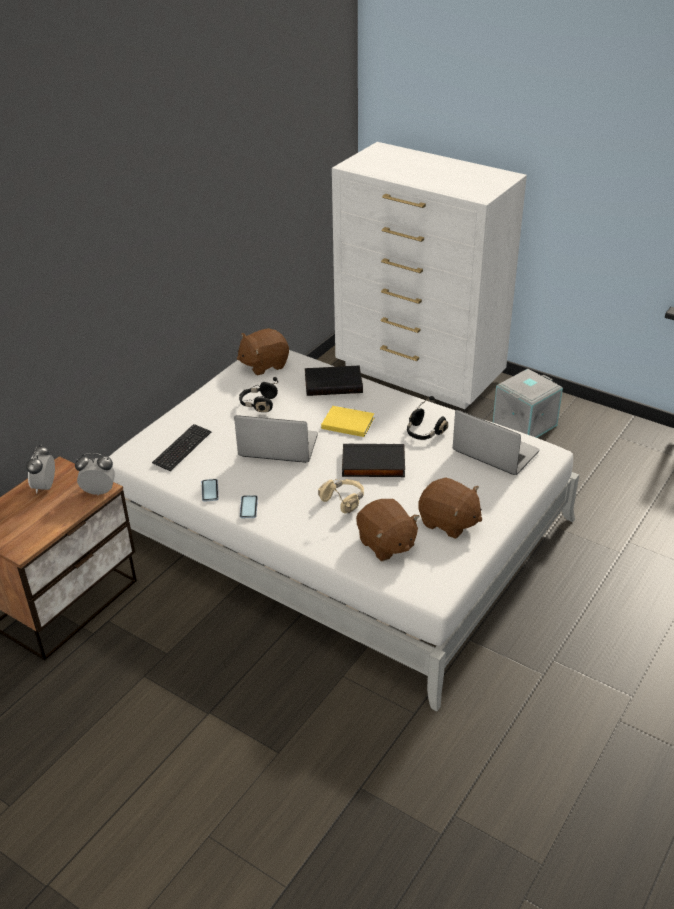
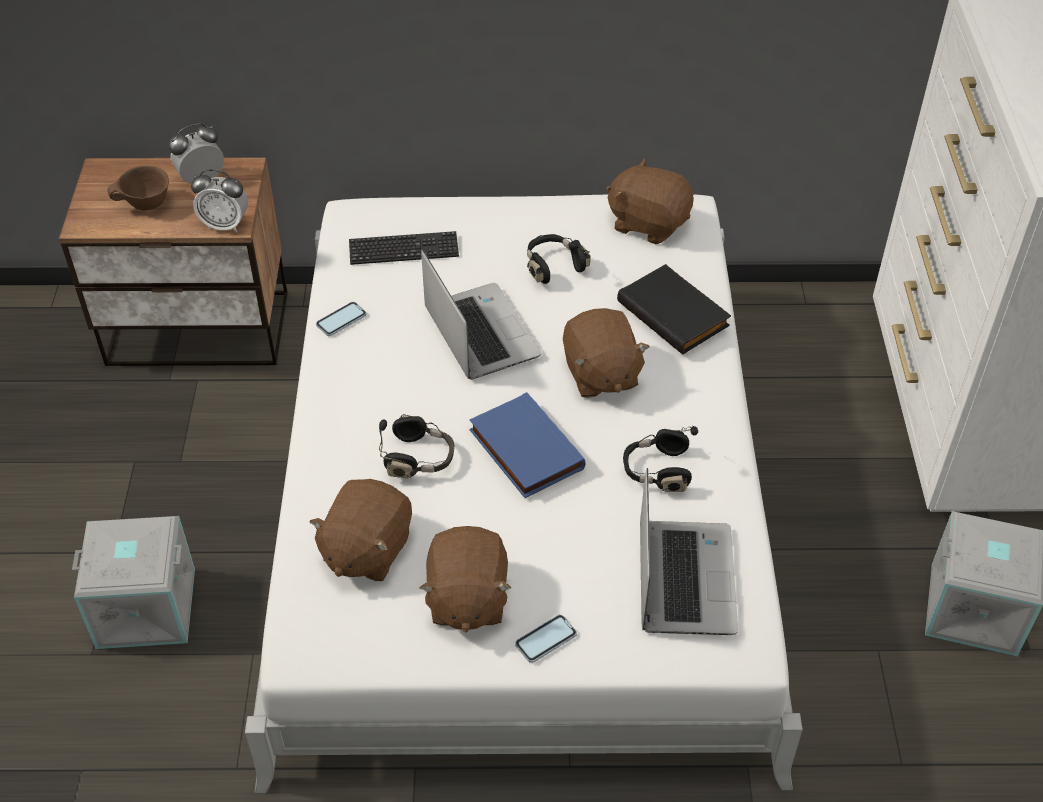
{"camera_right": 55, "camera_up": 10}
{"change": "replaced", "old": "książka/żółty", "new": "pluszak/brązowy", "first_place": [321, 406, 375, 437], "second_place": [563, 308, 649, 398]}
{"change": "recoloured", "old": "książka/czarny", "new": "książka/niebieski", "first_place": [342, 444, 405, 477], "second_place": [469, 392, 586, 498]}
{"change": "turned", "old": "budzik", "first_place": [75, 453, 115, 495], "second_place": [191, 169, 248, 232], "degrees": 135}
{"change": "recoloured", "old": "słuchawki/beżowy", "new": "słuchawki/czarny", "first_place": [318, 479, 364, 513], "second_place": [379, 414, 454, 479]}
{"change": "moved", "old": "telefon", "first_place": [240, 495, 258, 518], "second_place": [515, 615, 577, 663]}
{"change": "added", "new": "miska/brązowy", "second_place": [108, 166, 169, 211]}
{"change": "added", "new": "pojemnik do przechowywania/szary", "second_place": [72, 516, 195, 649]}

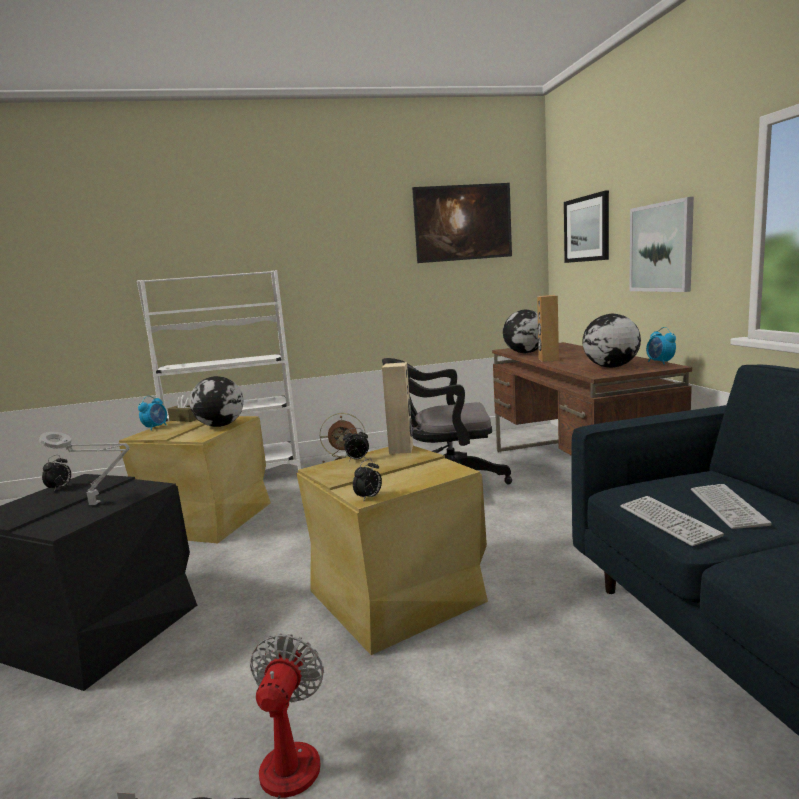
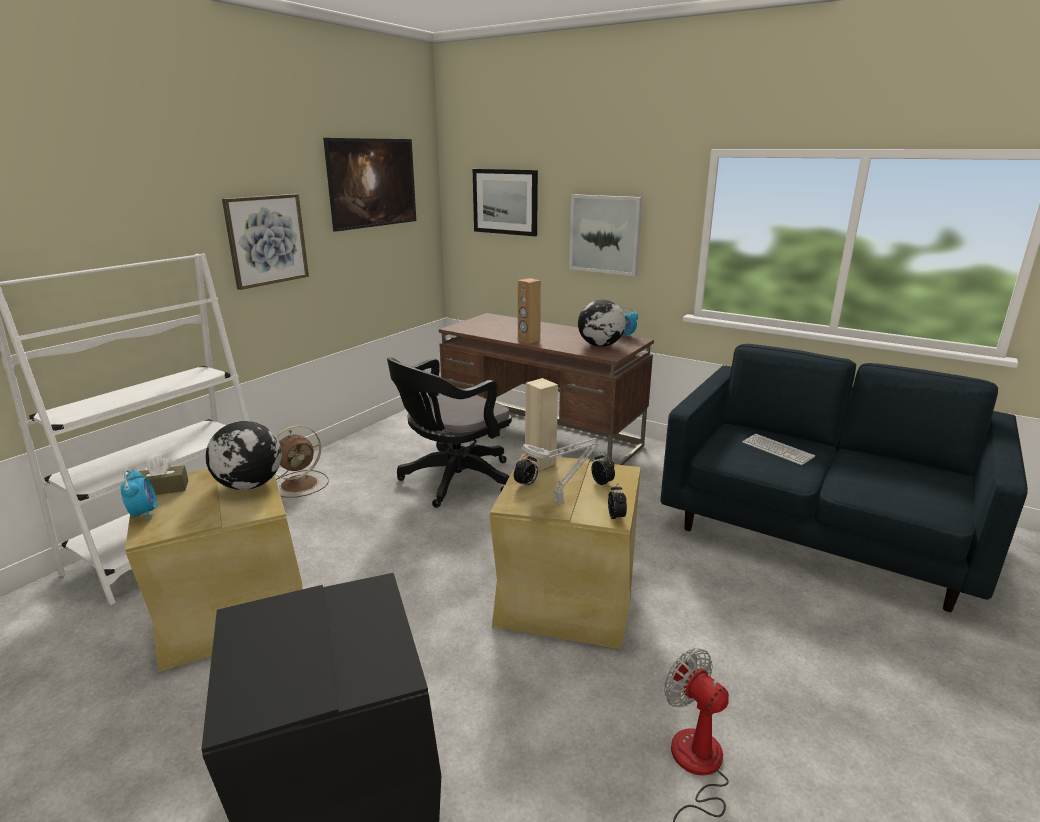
{"camera_right": -45, "camera_up": 10}
{"change": "removed", "old": "globus", "first_place": [503, 310, 538, 353]}
{"change": "moved", "old": "lampa stołowa/szary", "first_place": [39, 432, 130, 505], "second_place": [522, 438, 599, 504]}
{"change": "moved", "old": "budzik", "first_place": [42, 455, 71, 492], "second_place": [591, 452, 615, 486]}
{"change": "removed", "old": "klawiatura", "first_place": [620, 496, 724, 546]}
{"change": "added", "new": "obraz", "second_place": [222, 194, 309, 290]}

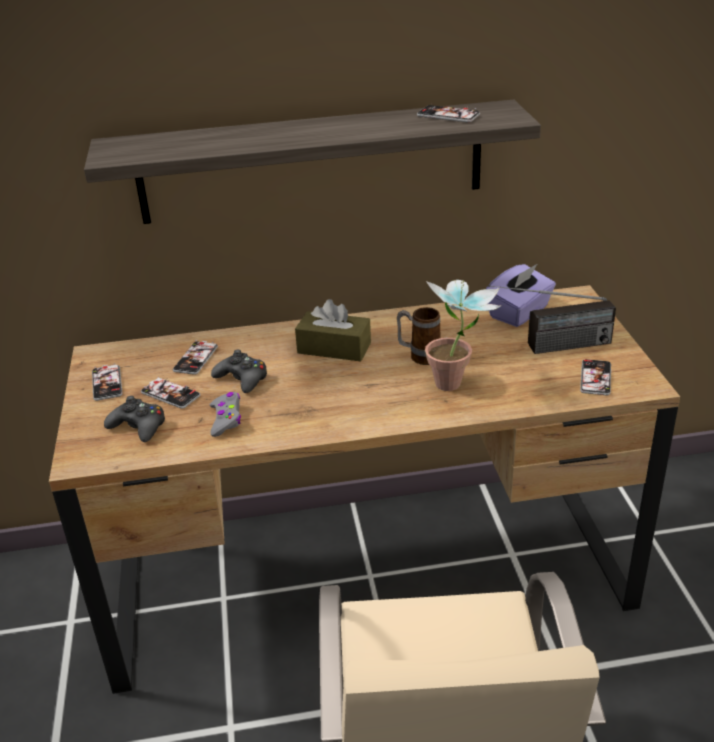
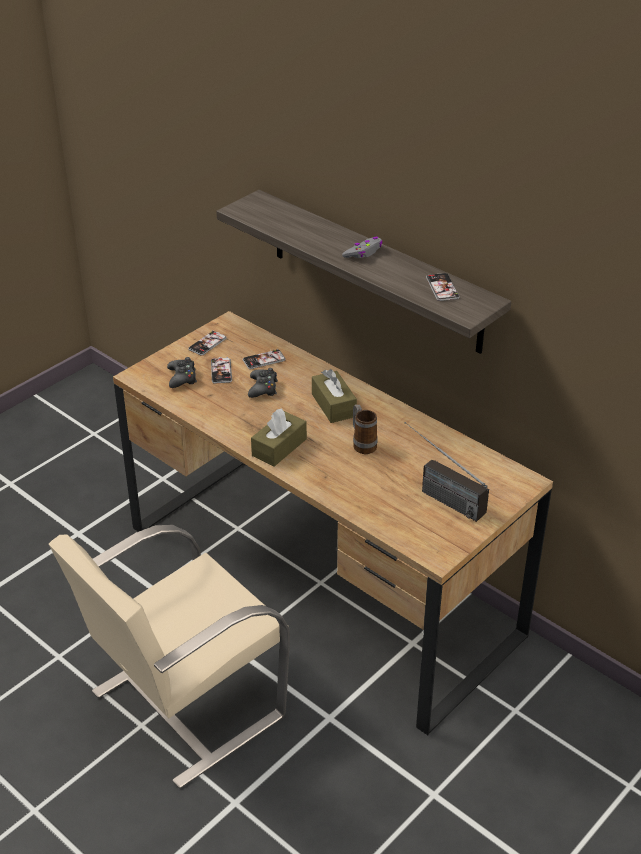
{"camera_right": 50, "camera_up": 5}
{"change": "removed", "old": "pudełko chusteczek/fioletowy", "first_place": [486, 264, 556, 327]}
{"change": "removed", "old": "roślina doniczkowa", "first_place": [425, 280, 502, 391]}
{"change": "removed", "old": "telefon", "first_place": [580, 359, 611, 395]}
{"change": "moved", "old": "pad do gier/szary", "first_place": [210, 392, 241, 437], "second_place": [342, 237, 383, 258]}
{"change": "added", "new": "pudełko chusteczek/brązowy", "second_place": [251, 409, 307, 467]}

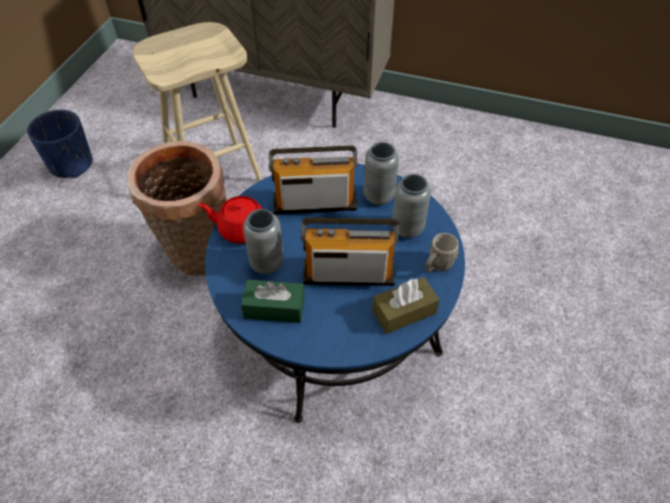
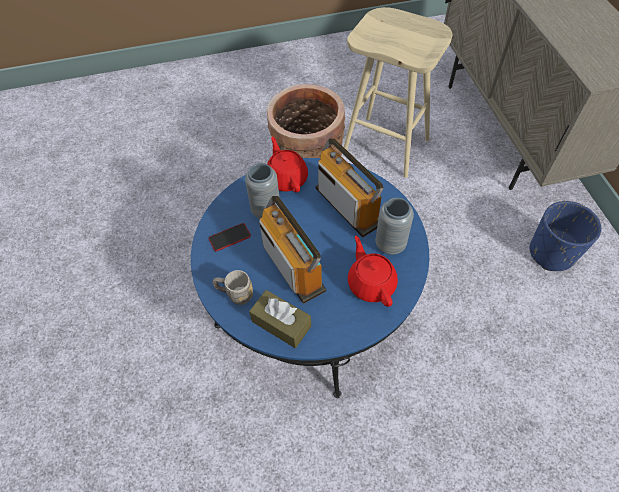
{"camera_right": 60, "camera_up": 5}
{"change": "moved", "old": "donica/niebieski", "first_place": [27, 110, 93, 178], "second_place": [530, 201, 602, 271]}
{"change": "replaced", "old": "wazon/szary", "new": "imbryk/czerwony", "first_place": [392, 174, 431, 238], "second_place": [348, 236, 398, 307]}
{"change": "moved", "old": "kubek/szary", "first_place": [425, 233, 459, 272], "second_place": [212, 270, 253, 305]}
{"change": "replaced", "old": "pudełko chusteczek/zielony", "new": "telefon", "first_place": [241, 280, 305, 323], "second_place": [209, 223, 251, 251]}

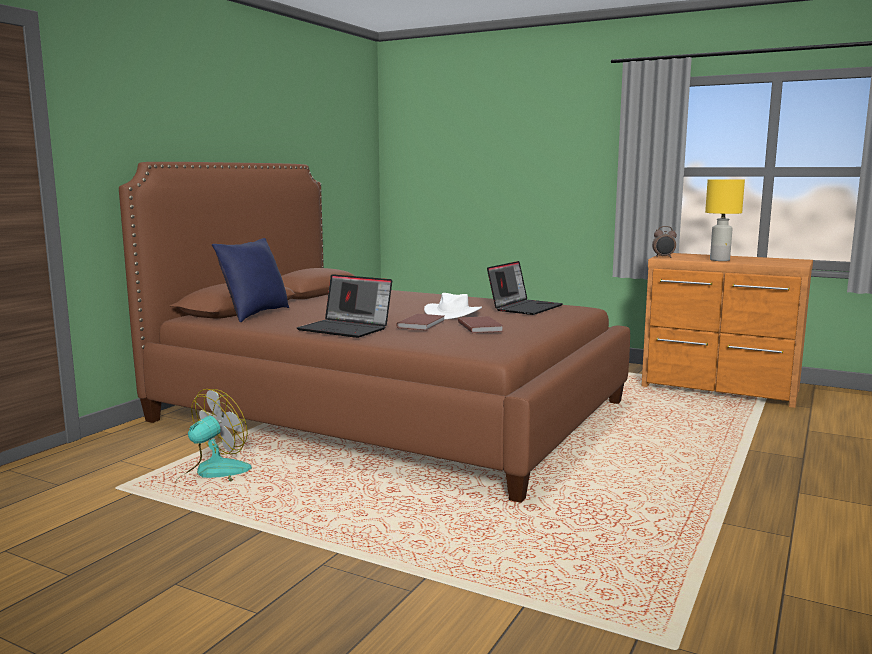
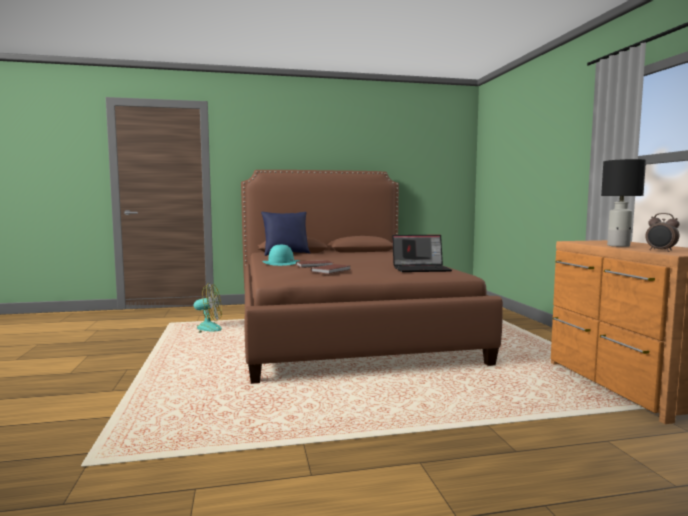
{"camera_right": 50, "camera_up": -5}
{"change": "recoloured", "old": "lampa stołowa/żółty", "new": "lampa stołowa/czarny", "first_place": [705, 179, 745, 261], "second_place": [601, 159, 646, 247]}
{"change": "moved", "old": "budzik", "first_place": [652, 226, 677, 258], "second_place": [645, 213, 680, 252]}
{"change": "replaced", "old": "laptop", "new": "kapelusz/turkusowy", "first_place": [297, 274, 392, 338], "second_place": [262, 245, 300, 266]}
{"change": "removed", "old": "kapelusz/biały", "first_place": [424, 293, 482, 320]}

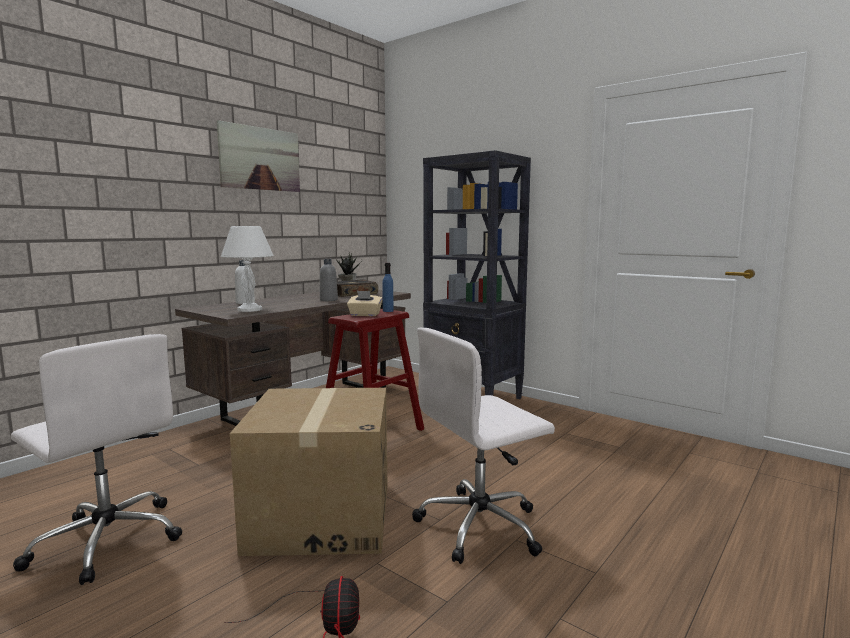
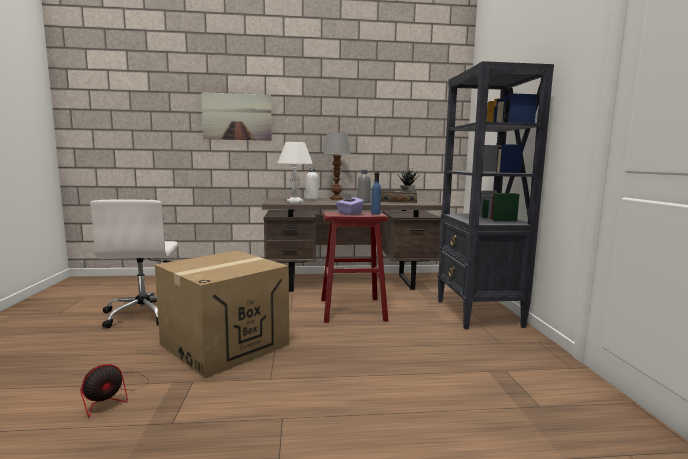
{"camera_right": 45, "camera_up": 0}
{"change": "moved", "old": "obraz", "first_place": [217, 120, 300, 192], "second_place": [201, 92, 272, 141]}
{"change": "recoloured", "old": "pudełko chusteczek/beżowy", "new": "pudełko chusteczek/fioletowy", "first_place": [347, 291, 382, 316], "second_place": [336, 193, 364, 215]}
{"change": "removed", "old": "krzesło biurowe/biały", "first_place": [412, 327, 555, 564]}
{"change": "added", "new": "lampa stołowa", "second_place": [323, 132, 351, 200]}

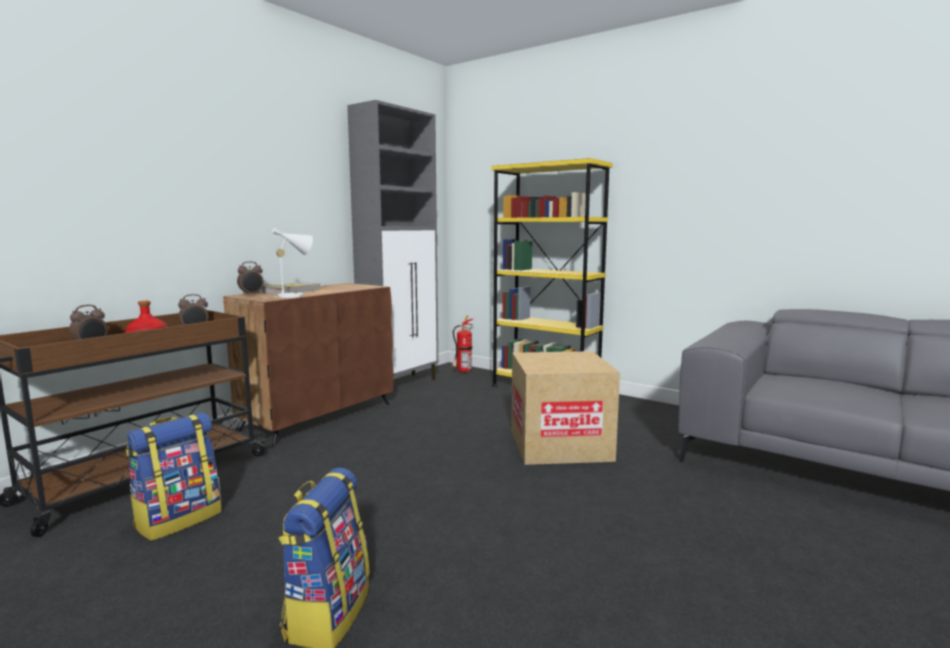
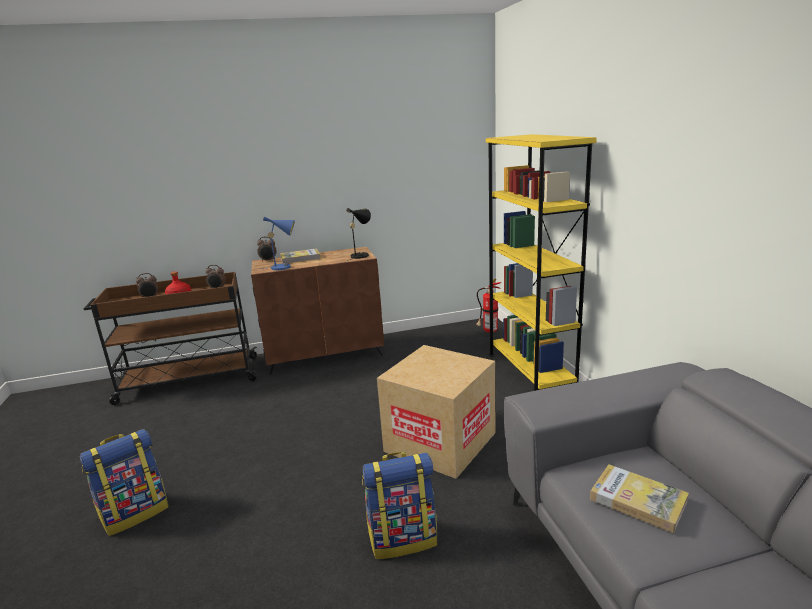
{"camera_right": 40, "camera_up": 10}
{"change": "removed", "old": "szafka/szary", "first_place": [347, 100, 438, 396]}
{"change": "recoloured", "old": "lampa stołowa/biały", "new": "lampa stołowa/niebieski", "first_place": [263, 228, 313, 298], "second_place": [260, 216, 295, 270]}
{"change": "moved", "old": "plecak", "first_place": [126, 413, 222, 541], "second_place": [362, 452, 437, 559]}
{"change": "added", "new": "lampa stołowa/czarny", "second_place": [346, 208, 371, 261]}
{"change": "added", "new": "książka", "second_place": [590, 464, 689, 533]}

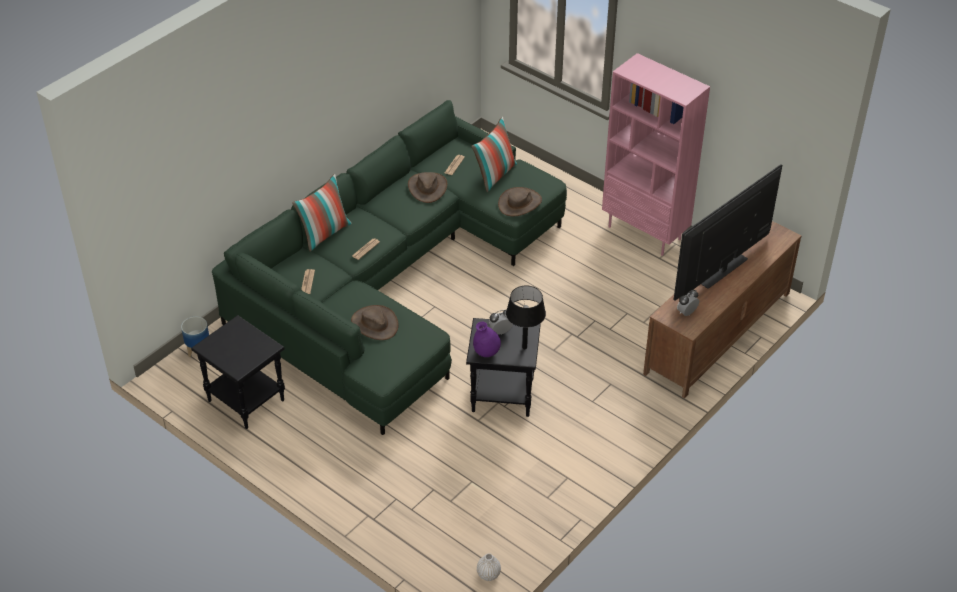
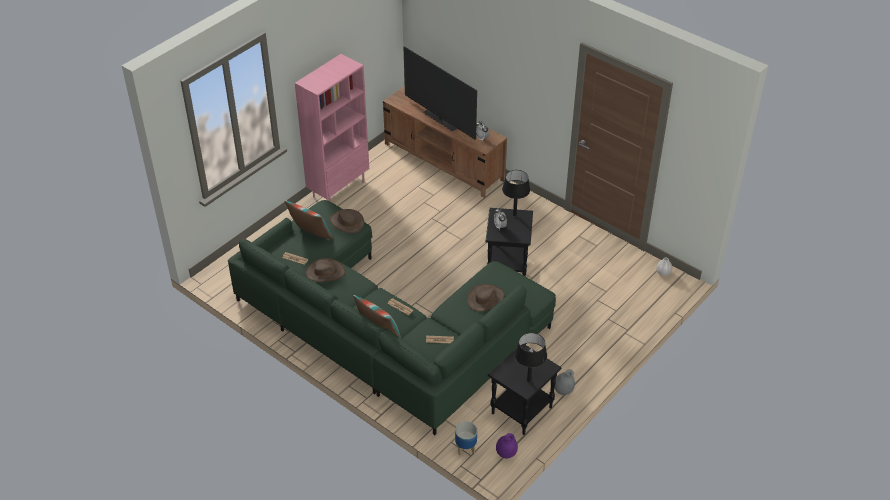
{"camera_right": -90, "camera_up": 0}
{"change": "moved", "old": "wazon/fioletowy", "first_place": [473, 322, 501, 357], "second_place": [496, 433, 518, 458]}
{"change": "added", "new": "lampa stołowa/czarny", "second_place": [515, 333, 547, 382]}
{"change": "added", "new": "wazon/szary", "second_place": [555, 369, 575, 395]}

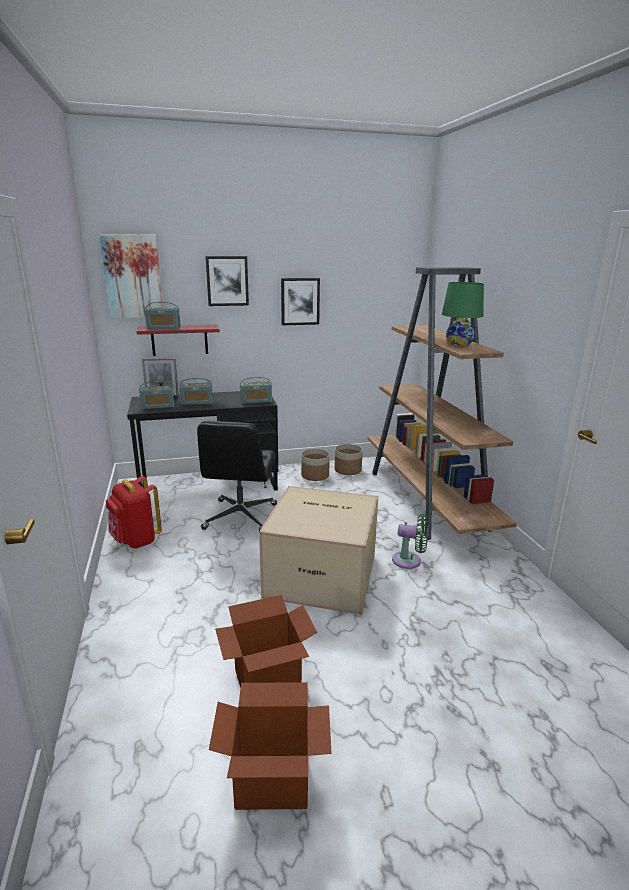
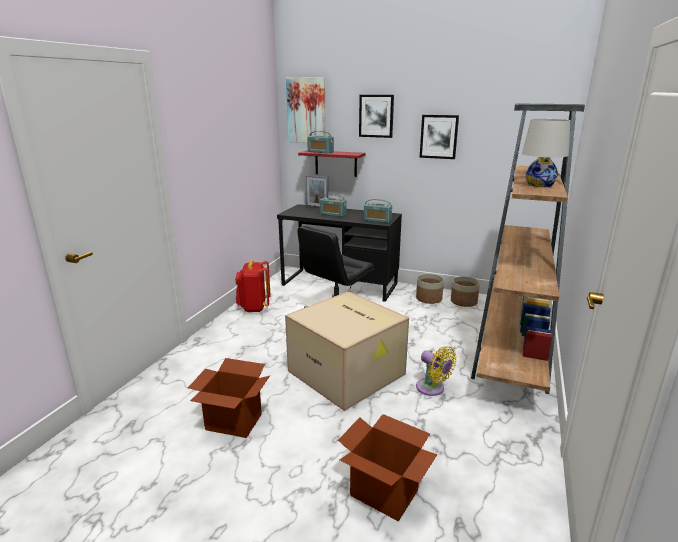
{"camera_right": 35, "camera_up": 0}
{"change": "recoloured", "old": "lampa stołowa/zielony", "new": "lampa stołowa/biały", "first_place": [442, 282, 484, 346], "second_place": [522, 119, 571, 187]}
{"change": "removed", "old": "radio", "first_place": [139, 381, 174, 409]}
{"change": "recoloured", "old": "wentylator/zielony", "new": "wentylator/żółty", "first_place": [392, 514, 429, 569], "second_place": [416, 346, 457, 396]}
{"change": "moved", "old": "karton", "first_place": [209, 682, 332, 810], "second_place": [338, 414, 437, 521]}

